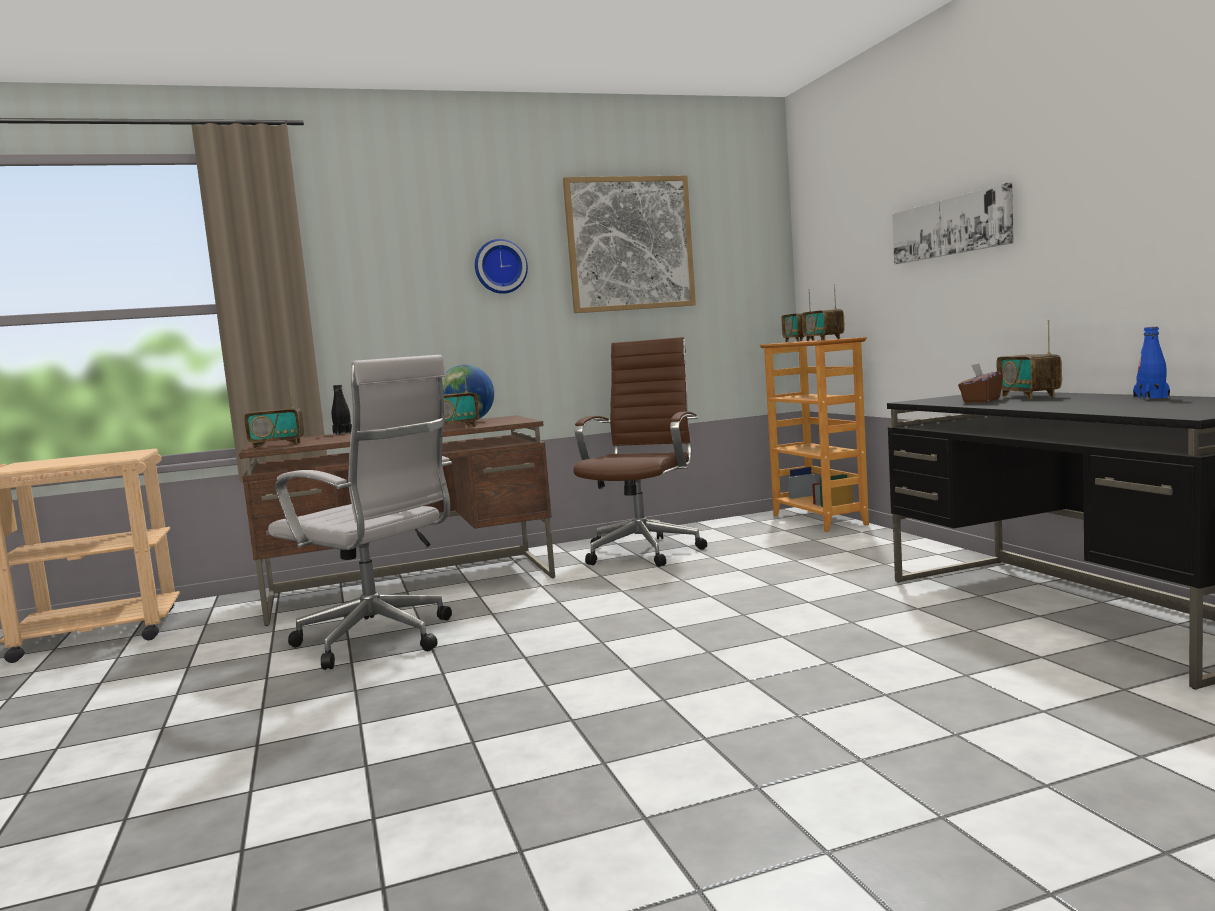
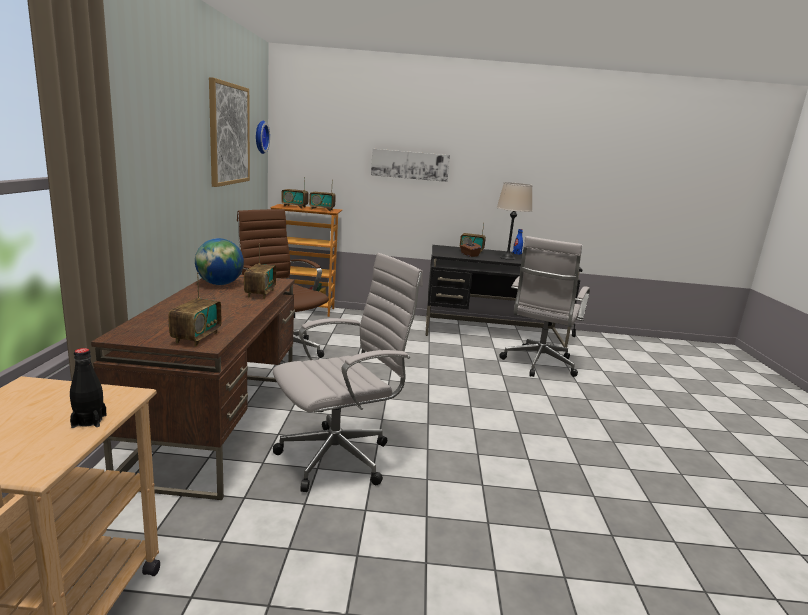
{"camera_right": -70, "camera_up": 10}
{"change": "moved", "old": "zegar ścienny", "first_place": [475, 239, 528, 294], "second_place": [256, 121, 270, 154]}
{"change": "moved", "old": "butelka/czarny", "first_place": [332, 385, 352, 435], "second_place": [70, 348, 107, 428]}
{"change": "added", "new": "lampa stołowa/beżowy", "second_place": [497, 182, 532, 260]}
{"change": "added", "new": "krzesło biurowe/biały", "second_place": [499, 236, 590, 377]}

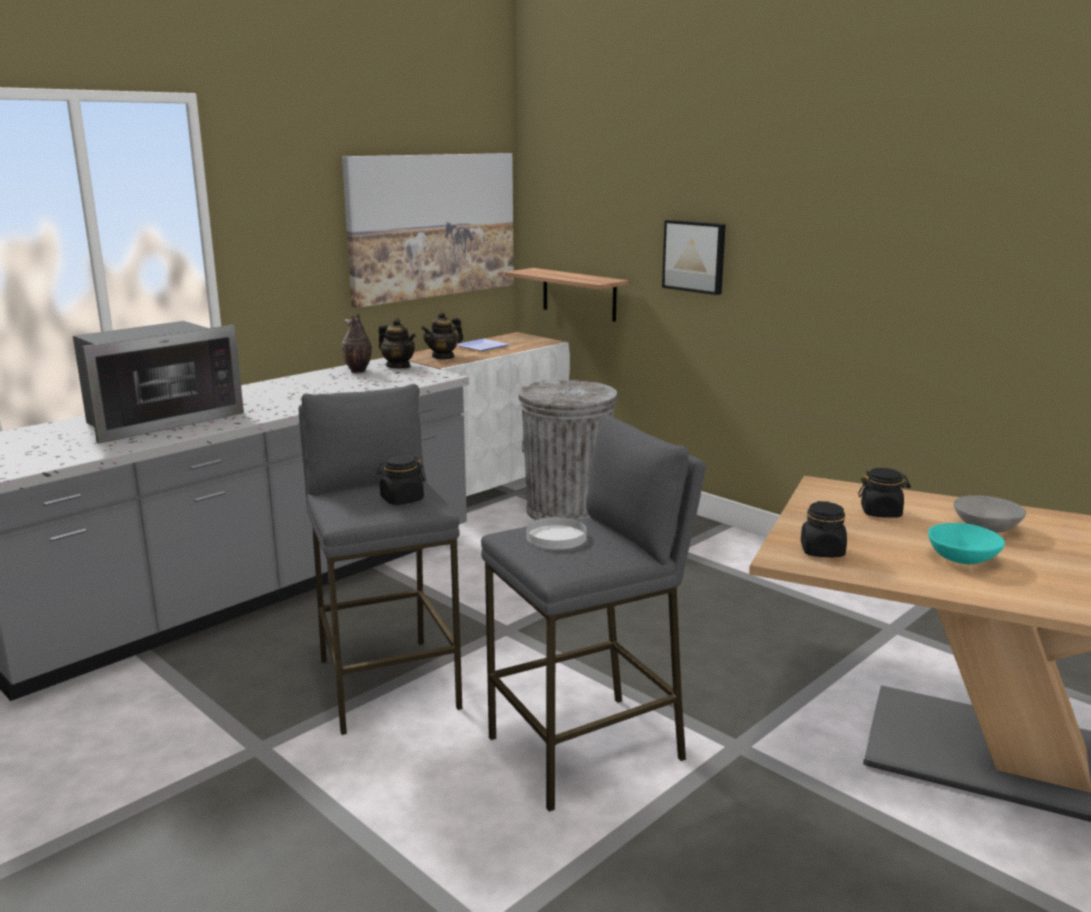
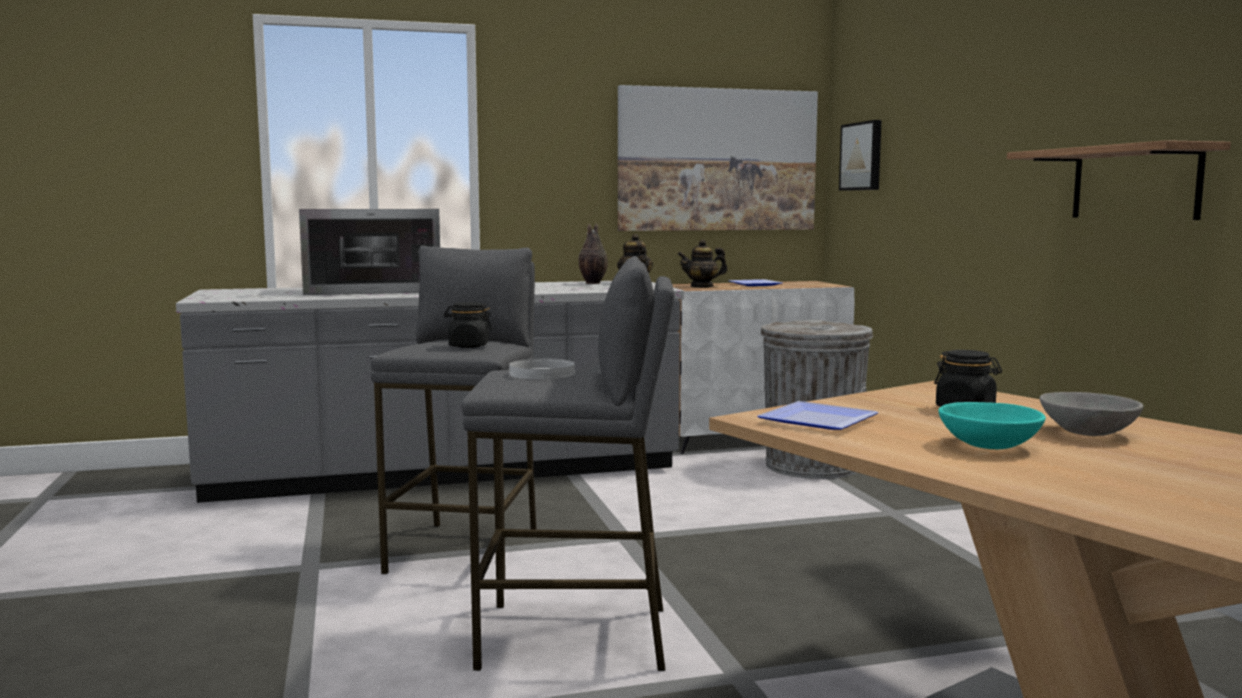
{"camera_right": 30, "camera_up": -10}
{"change": "moved", "old": "obraz", "first_place": [662, 220, 726, 295], "second_place": [839, 120, 882, 191]}
{"change": "moved", "old": "półka", "first_place": [505, 268, 629, 322], "second_place": [1007, 140, 1231, 220]}
{"change": "replaced", "old": "słoik/czarny", "new": "talerz", "first_place": [801, 501, 847, 557], "second_place": [758, 401, 879, 430]}

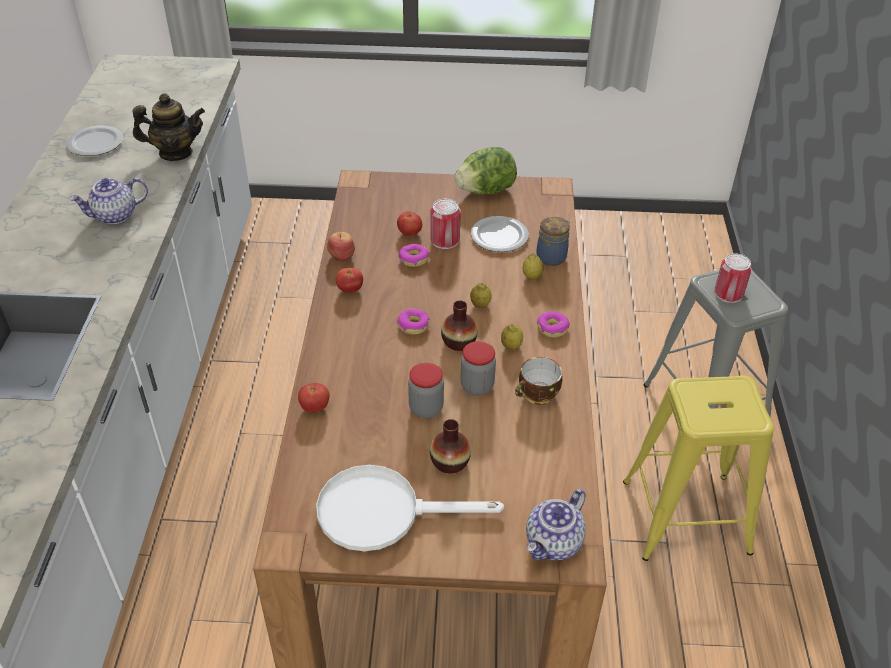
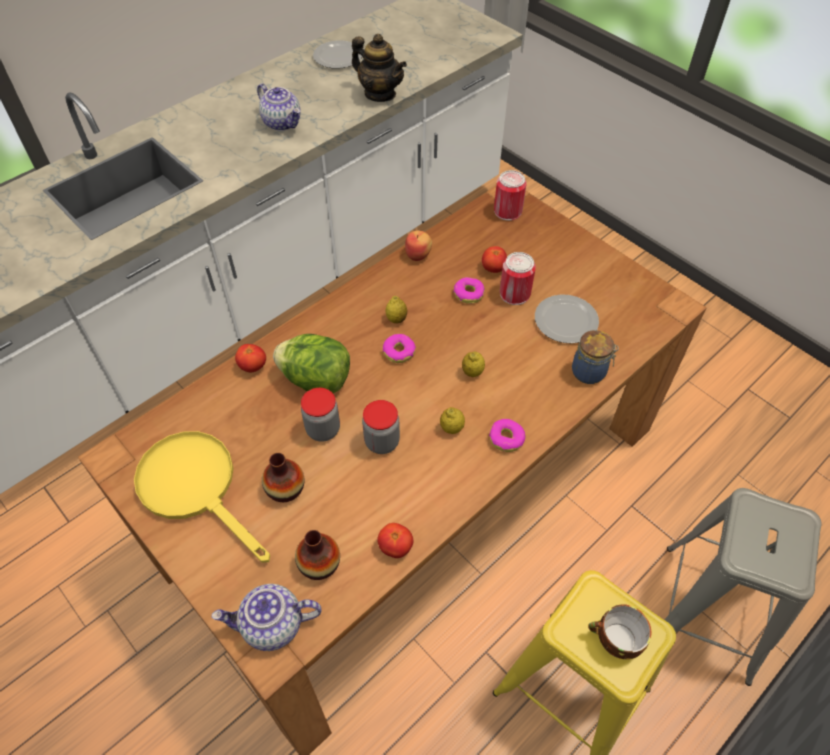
{"camera_right": 45, "camera_up": 10}
{"change": "moved", "old": "sałata", "first_place": [455, 147, 517, 194], "second_place": [273, 334, 350, 393]}
{"change": "turned", "old": "imbryk", "first_place": [70, 178, 148, 224], "second_place": [257, 83, 301, 131], "degrees": -150}
{"change": "moved", "old": "cytryna", "first_place": [523, 253, 544, 279], "second_place": [385, 296, 407, 323]}
{"change": "moved", "old": "puszka", "first_place": [715, 253, 752, 303], "second_place": [494, 170, 527, 221]}
{"change": "moved", "old": "pomidor", "first_place": [336, 268, 363, 293], "second_place": [377, 523, 413, 558]}
{"change": "moved", "old": "wazon", "first_place": [441, 300, 478, 351], "second_place": [295, 530, 340, 580]}
{"change": "moved", "old": "filiżanka", "first_place": [515, 357, 562, 405], "second_place": [588, 604, 651, 659]}
{"change": "recoloured", "old": "patelnia/biały", "new": "patelnia/żółty", "first_place": [316, 465, 504, 551], "second_place": [134, 431, 270, 563]}

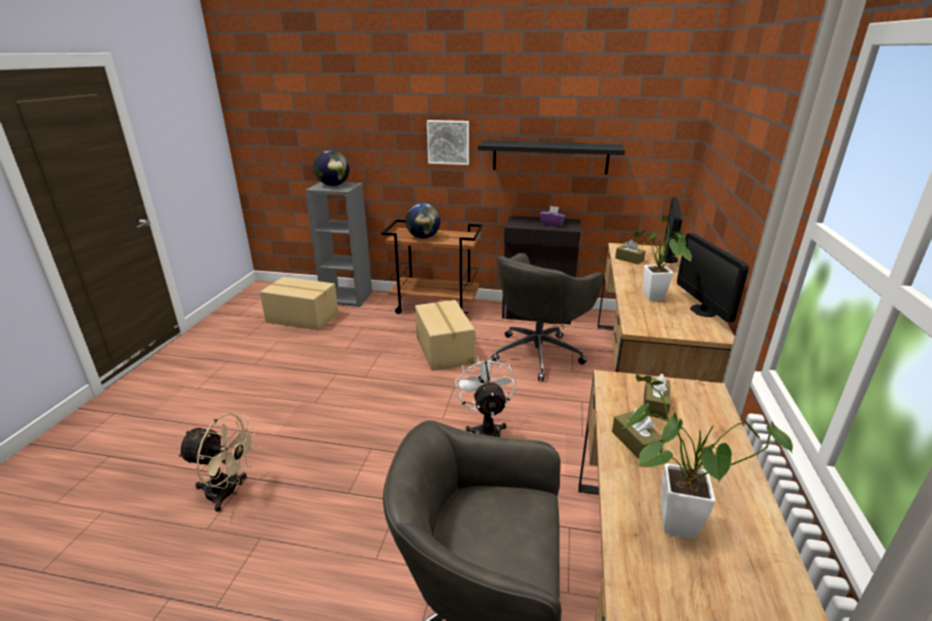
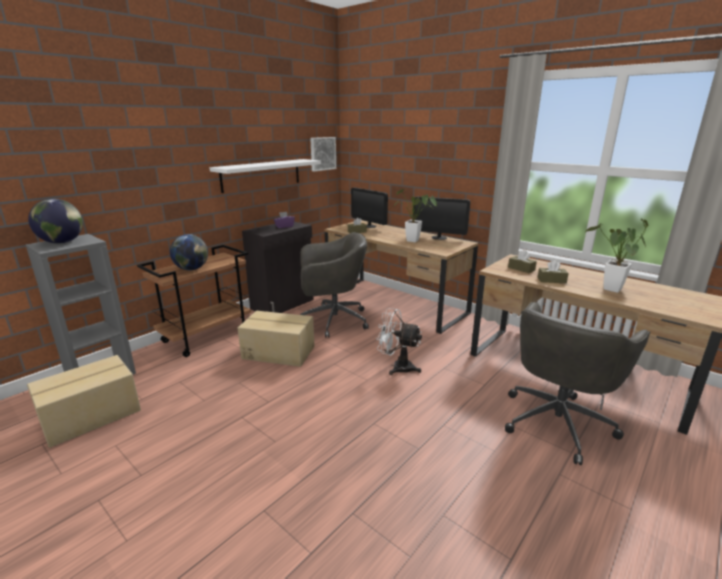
{"camera_right": -60, "camera_up": -5}
{"change": "moved", "old": "obraz", "first_place": [427, 120, 469, 165], "second_place": [310, 137, 336, 172]}
{"change": "recoloured", "old": "półka/czarny", "new": "półka/biały", "first_place": [478, 140, 625, 174], "second_place": [209, 159, 321, 193]}
{"change": "turned", "old": "krzesło biurowe/szary", "first_place": [491, 253, 604, 381], "second_place": [300, 232, 369, 338], "degrees": -75}
{"change": "removed", "old": "wentylator/beżowy", "first_place": [177, 413, 258, 512]}

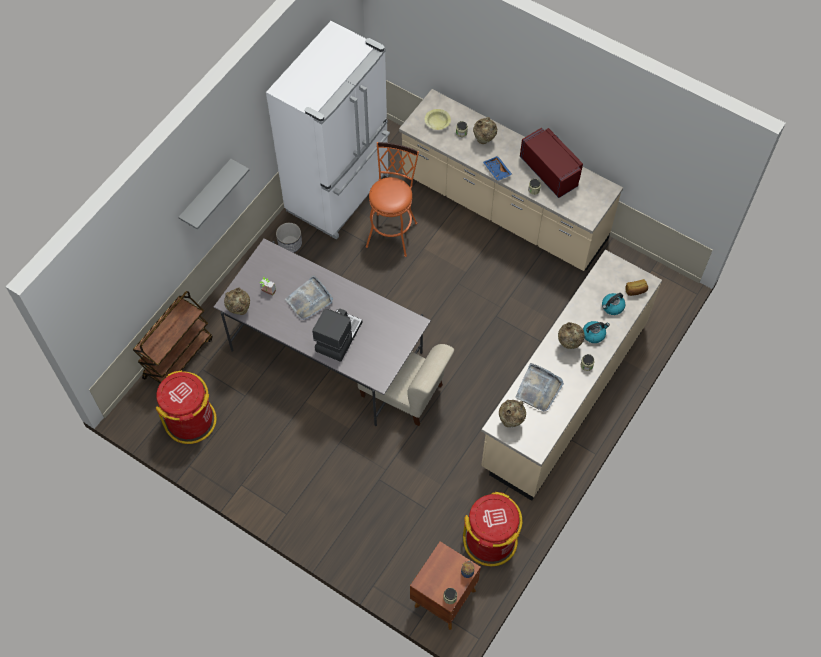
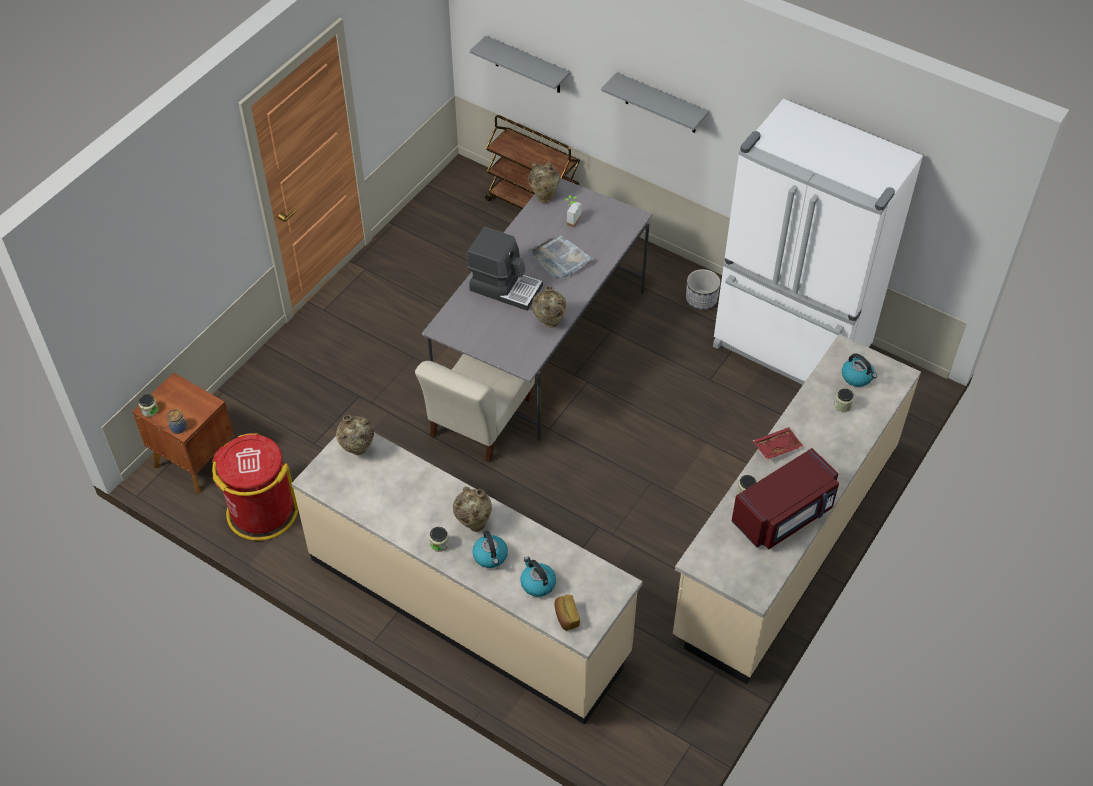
{"camera_right": 90, "camera_up": -10}
{"change": "replaced", "old": "miska/żółty", "new": "czajnik", "first_place": [425, 109, 451, 130], "second_place": [842, 354, 877, 387]}
{"change": "moved", "old": "wazon/beżowy", "first_place": [473, 117, 497, 144], "second_place": [532, 286, 566, 328]}
{"change": "removed", "old": "stołek/pomarańczowy", "first_place": [366, 142, 419, 257]}
{"change": "recoloured", "old": "taca/niebieski", "new": "taca/czerwony", "first_place": [483, 156, 513, 181], "second_place": [752, 427, 803, 460]}
{"change": "removed", "old": "taca/szary", "first_place": [515, 363, 564, 411]}
{"change": "removed", "old": "kosz na śmieci/czerwony", "first_place": [156, 370, 217, 444]}
{"change": "added", "new": "półka/szary", "second_place": [470, 36, 570, 93]}

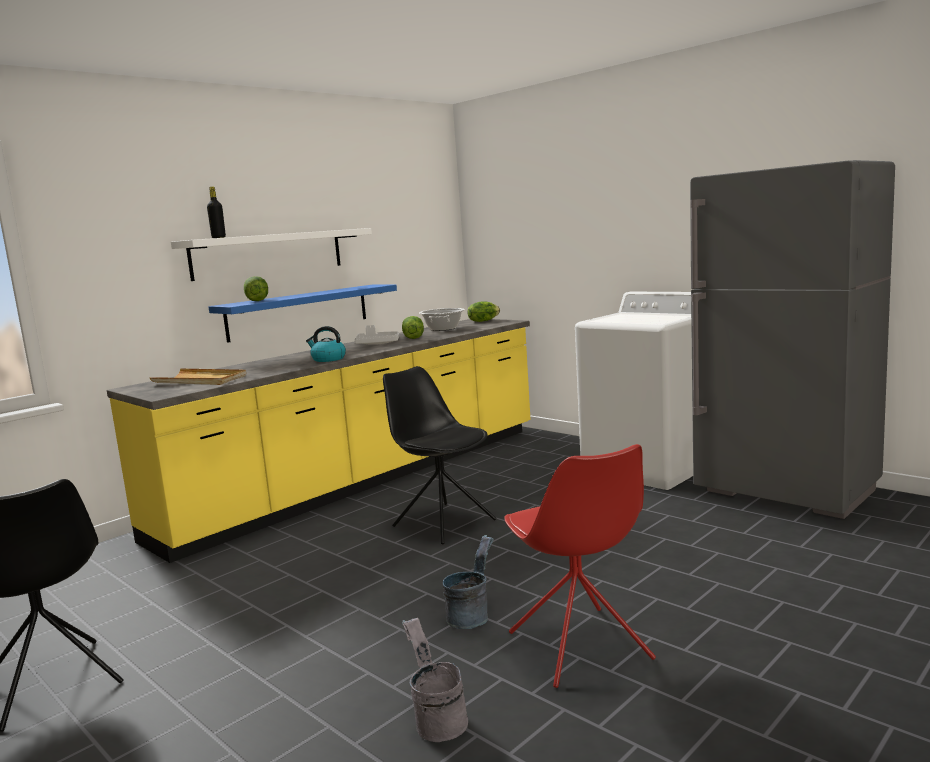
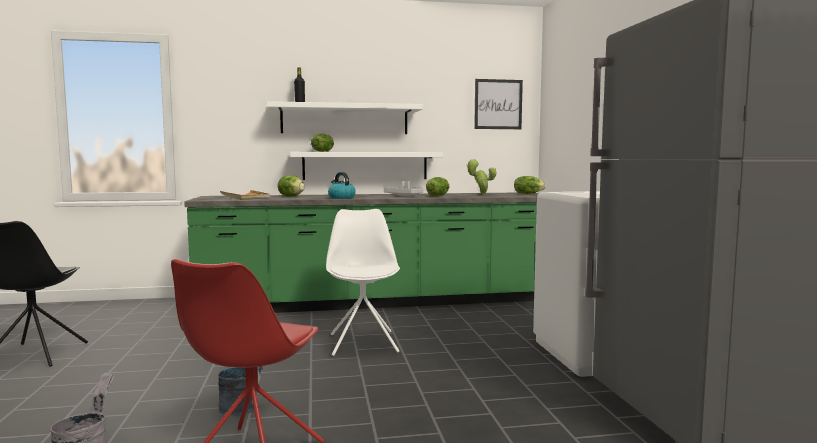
{"camera_right": 35, "camera_up": -5}
{"change": "recoloured", "old": "półka/niebieski", "new": "półka/biały", "first_place": [208, 285, 397, 343], "second_place": [290, 152, 443, 180]}
{"change": "replaced", "old": "garnek", "new": "roślina doniczkowa", "first_place": [419, 308, 465, 331], "second_place": [467, 159, 496, 195]}
{"change": "recoloured", "old": "zabudowa kuchenna/żółty", "new": "zabudowa kuchenna/zielony", "first_place": [107, 319, 530, 563], "second_place": [184, 193, 539, 313]}
{"change": "recoloured", "old": "krzesło/czarny", "new": "krzesło/biały", "first_place": [383, 366, 496, 544], "second_place": [326, 209, 400, 356]}
{"change": "added", "new": "obraz", "second_place": [474, 79, 523, 129]}
{"change": "added", "new": "sałata", "second_place": [278, 175, 305, 197]}

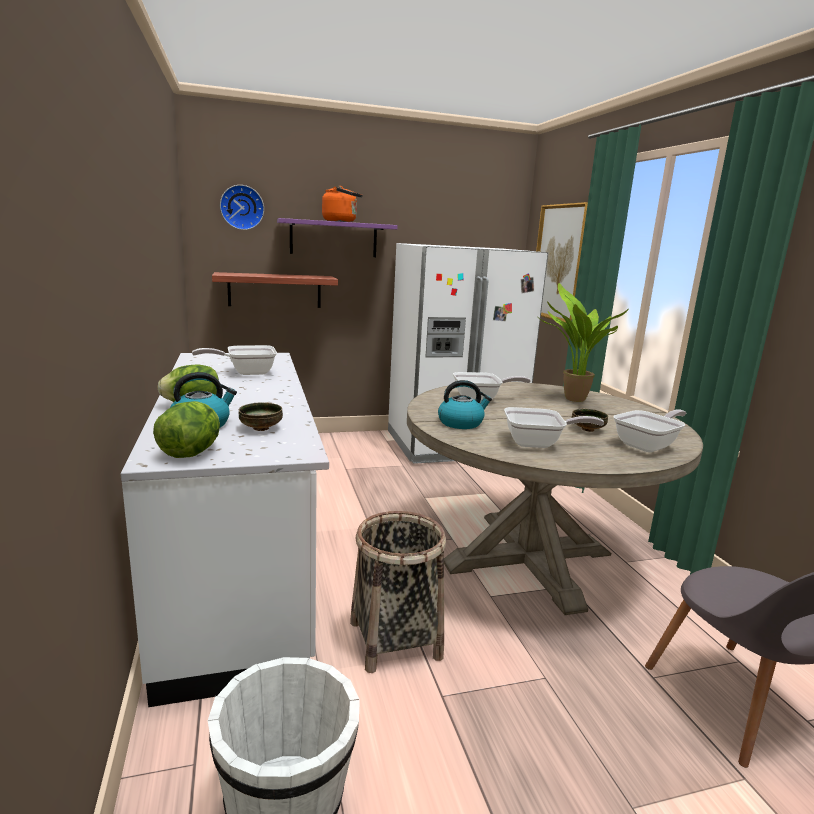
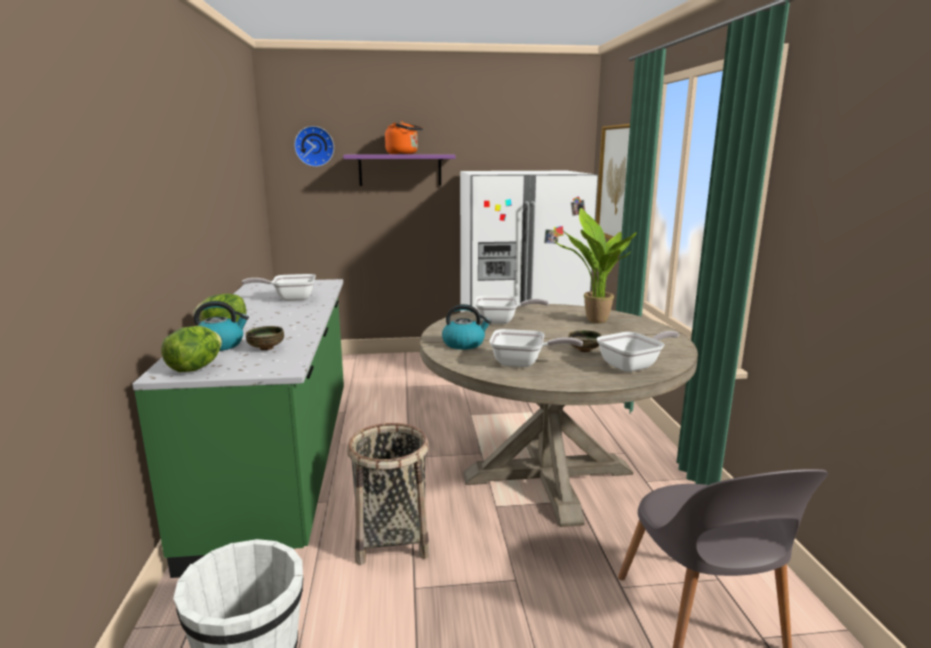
{"camera_right": 10, "camera_up": 0}
{"change": "removed", "old": "półka", "first_place": [212, 272, 338, 308]}
{"change": "recoloured", "old": "zabudowa kuchenna/biały", "new": "zabudowa kuchenna/zielony", "first_place": [121, 353, 329, 707], "second_place": [132, 279, 344, 578]}

